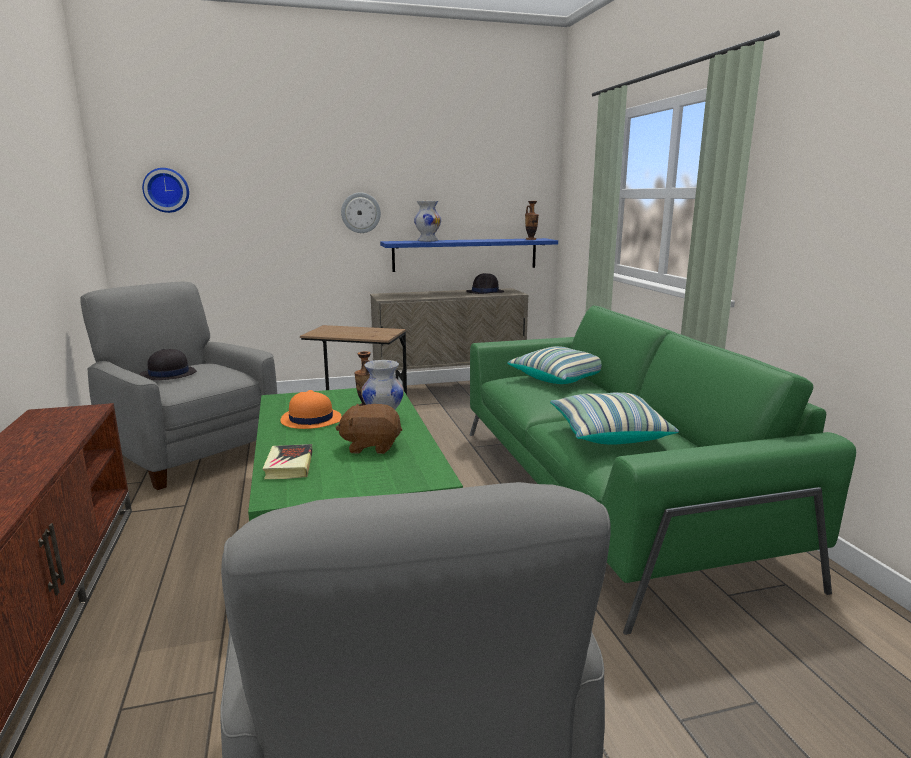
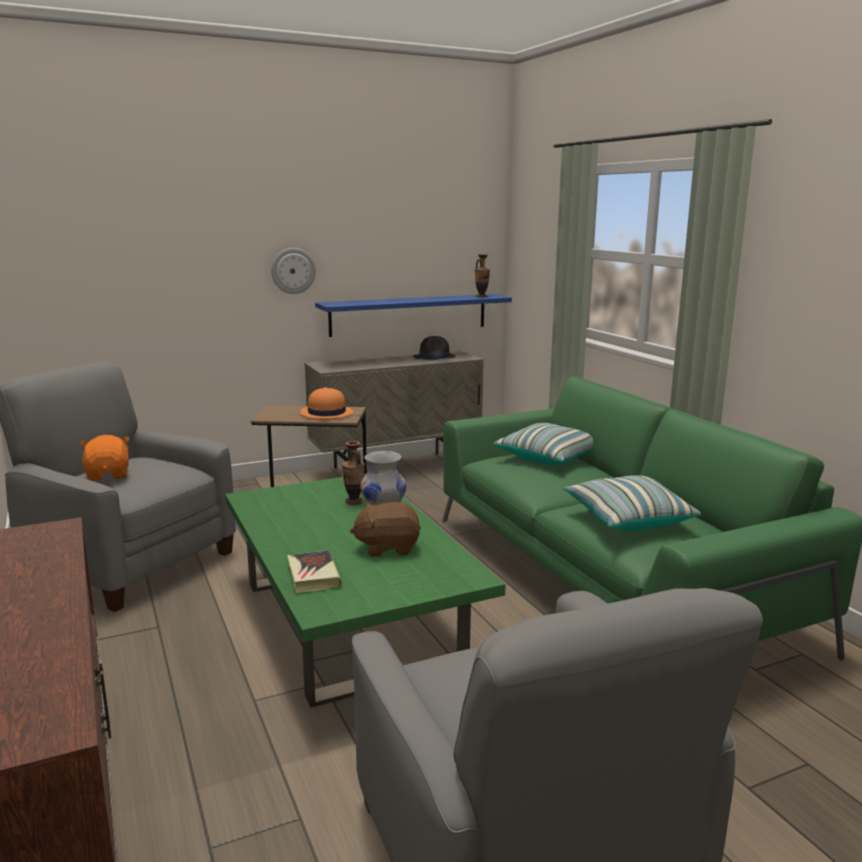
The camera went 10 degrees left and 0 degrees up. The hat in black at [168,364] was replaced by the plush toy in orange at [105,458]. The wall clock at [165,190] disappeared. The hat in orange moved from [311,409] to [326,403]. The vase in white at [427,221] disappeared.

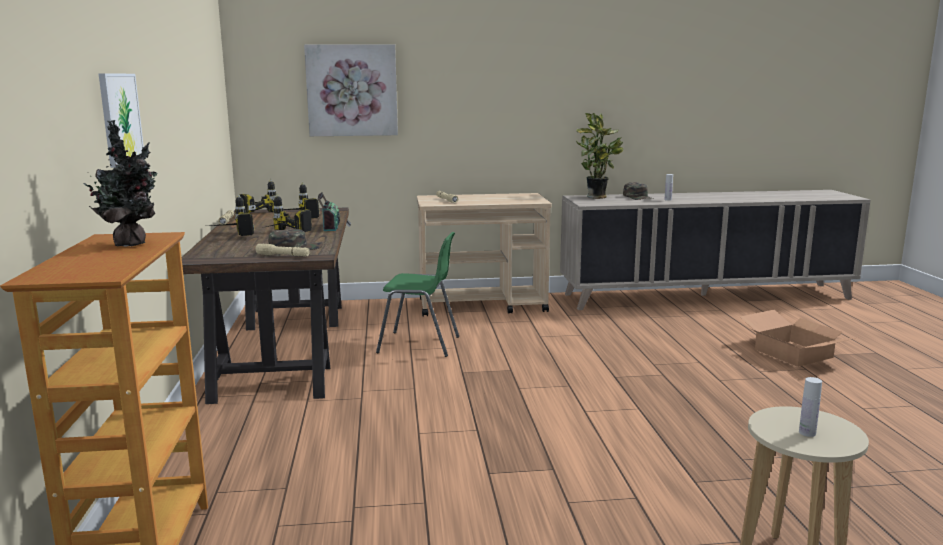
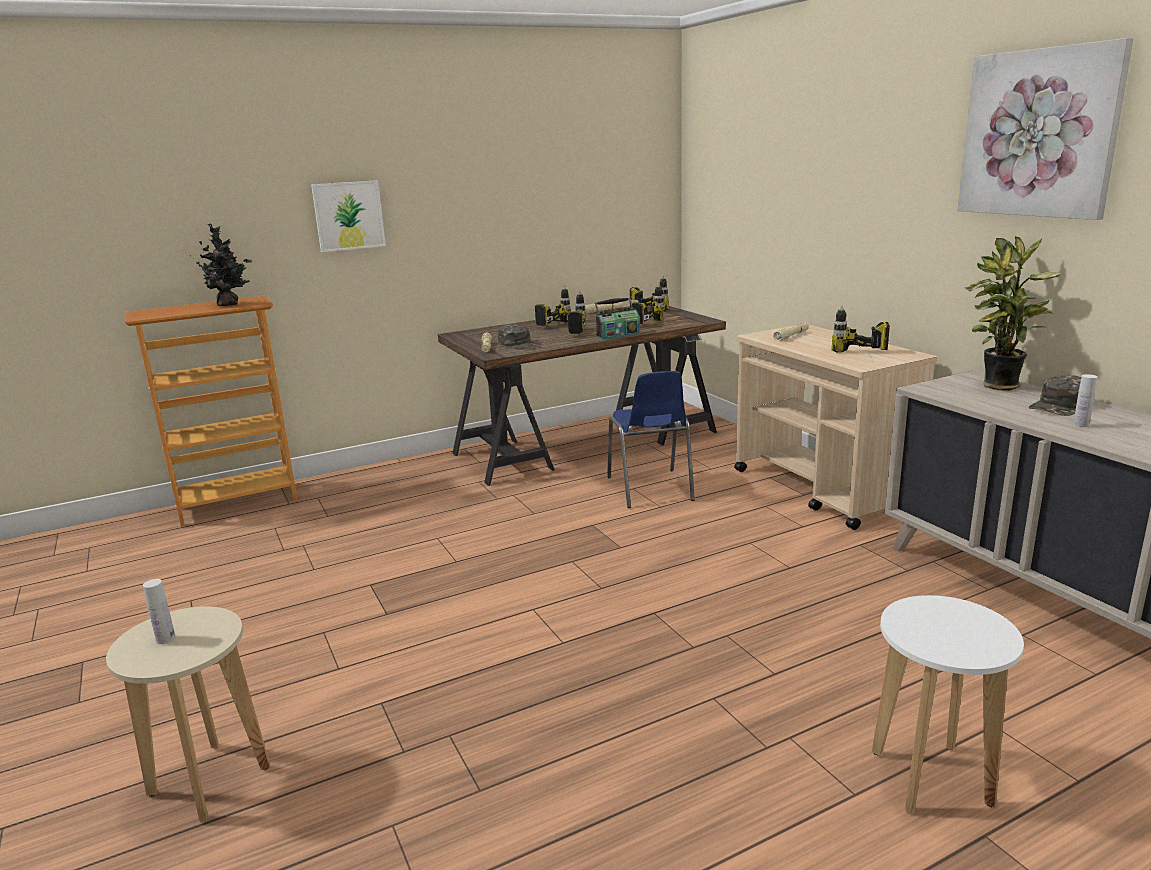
The camera went 70 degrees right and 5 degrees up. The picture moved from [351,90] to [1045,129]. The chair in green at [417,294] became the chair in blue at [651,439]. The cardboard box at [799,338] was replaced by the stool in white at [948,704]. The power drill at [860,329] appeared.

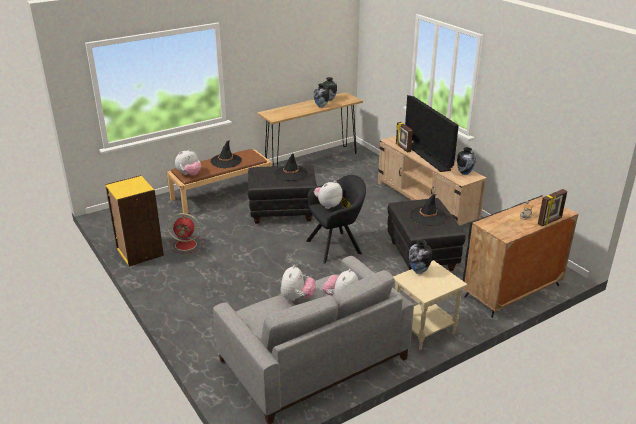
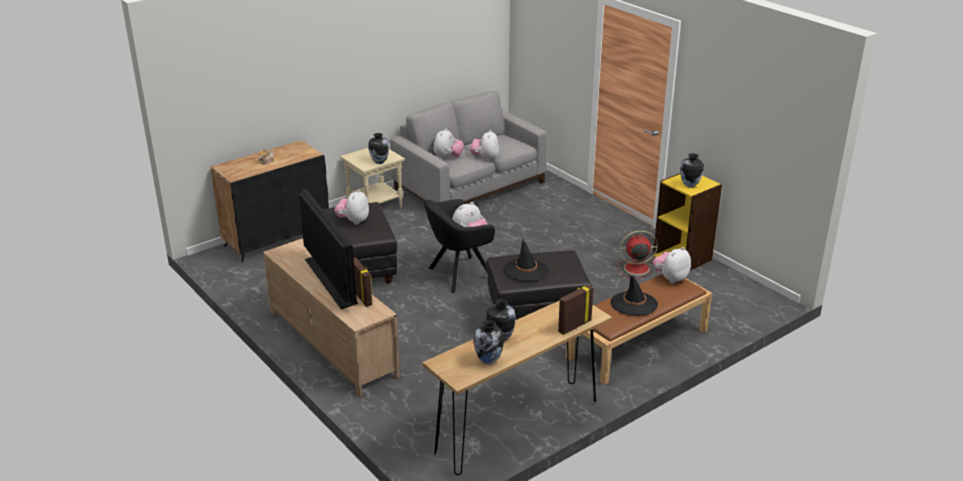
The camera went 175 degrees right and 0 degrees up. The hat in black at [428,210] was replaced by the plush toy at [351,207]. The vase moved from [466,161] to [692,170]. The picture frame moved from [552,207] to [576,310].

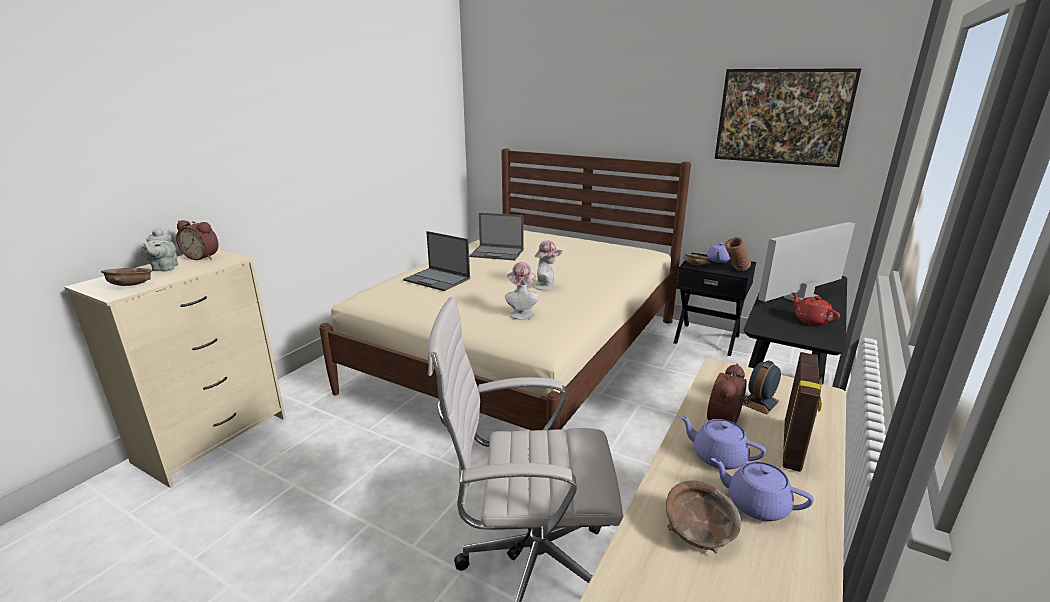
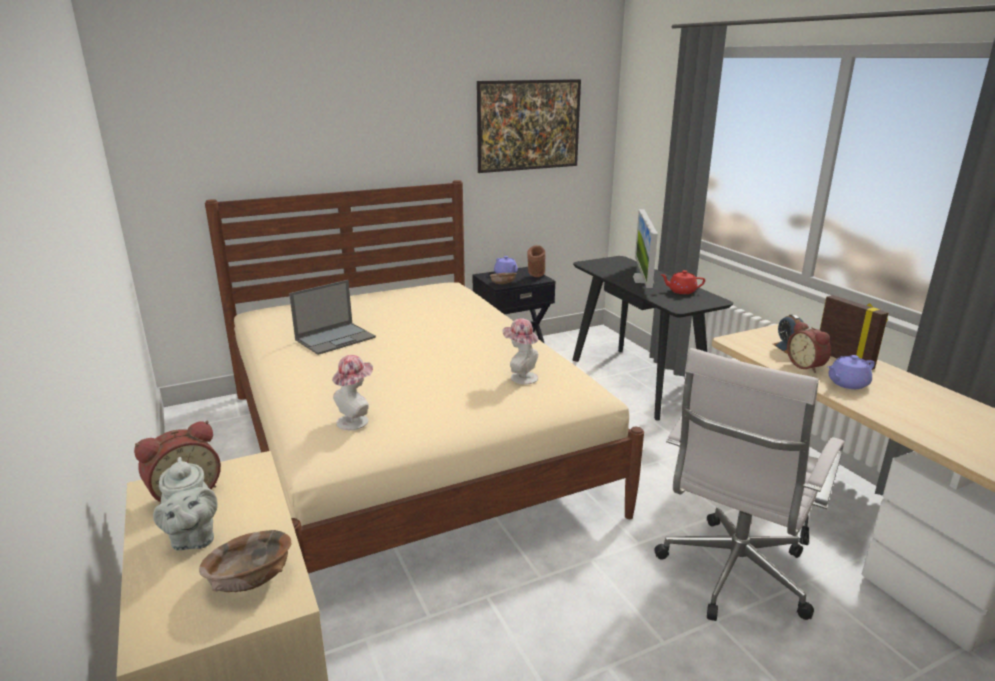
The camera went 55 degrees left and 0 degrees up. The teapot in grey at [159,249] turned 45 degrees clockwise. The laptop at [436,261] disappeared. The hat moved from [547,265] to [352,392]. The bowl in brown at [703,516] disappeared. The teapot in purple at [762,489] disappeared.

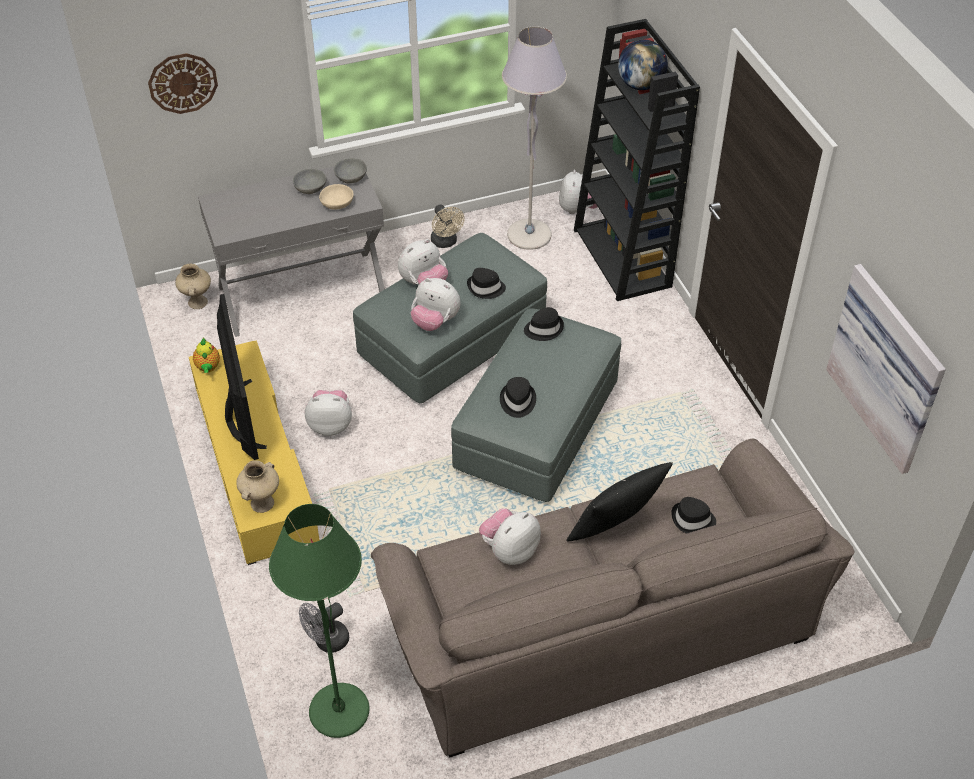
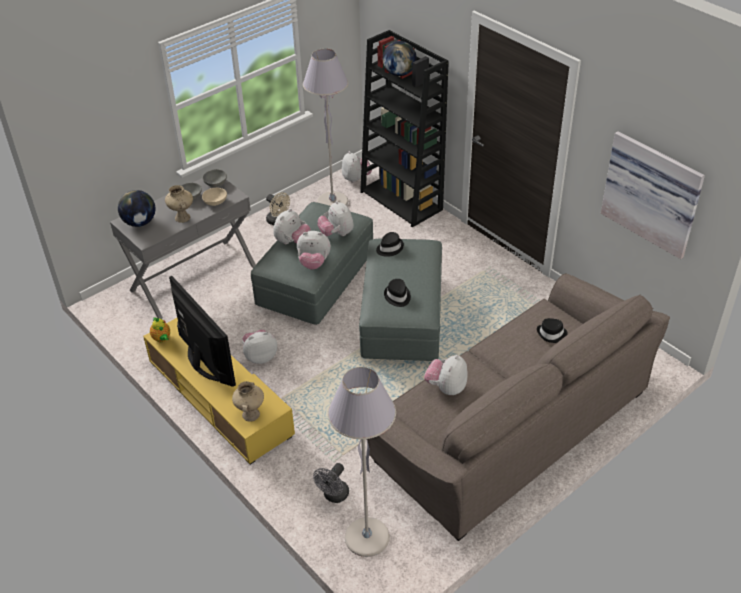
The camera went 20 degrees left and 5 degrees down. The wall clock at [183,83] disappeared. The vase in beige moved from [193,286] to [179,204]. The floor lamp in green at [319,621] became the floor lamp in grey at [362,462]. The hat in black at [486,283] was replaced by the plush toy at [336,218]. The pillow in black at [620,501] disappeared. The globe at [136,208] appeared.

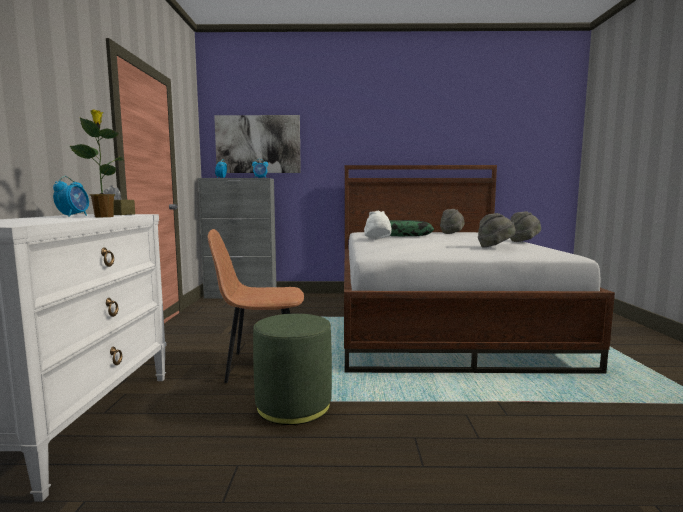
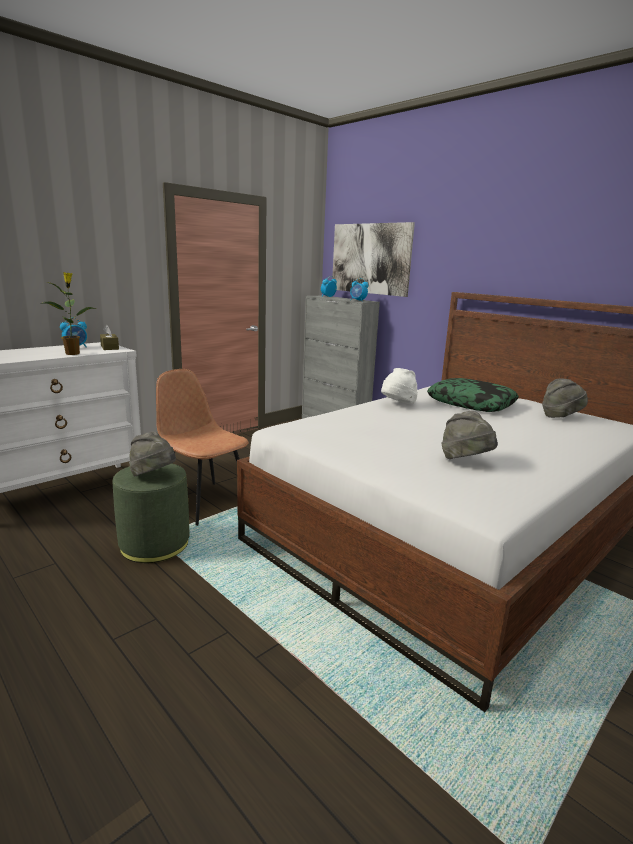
The camera went 45 degrees right and 10 degrees up. The hat in grey moved from [525,226] to [152,453].

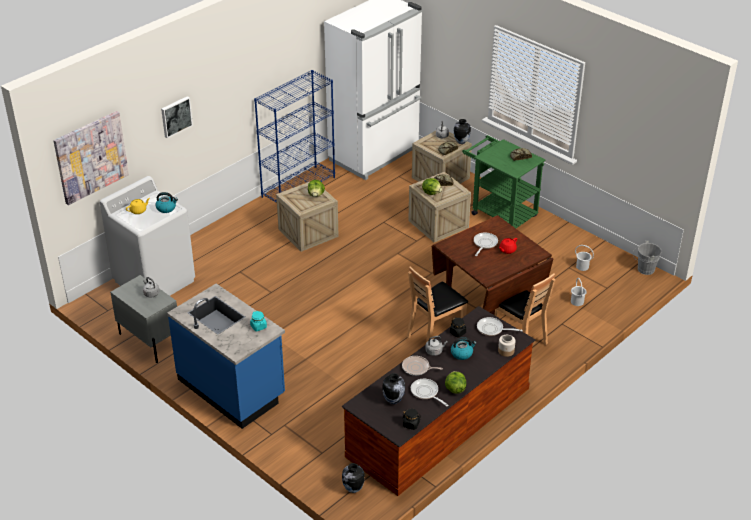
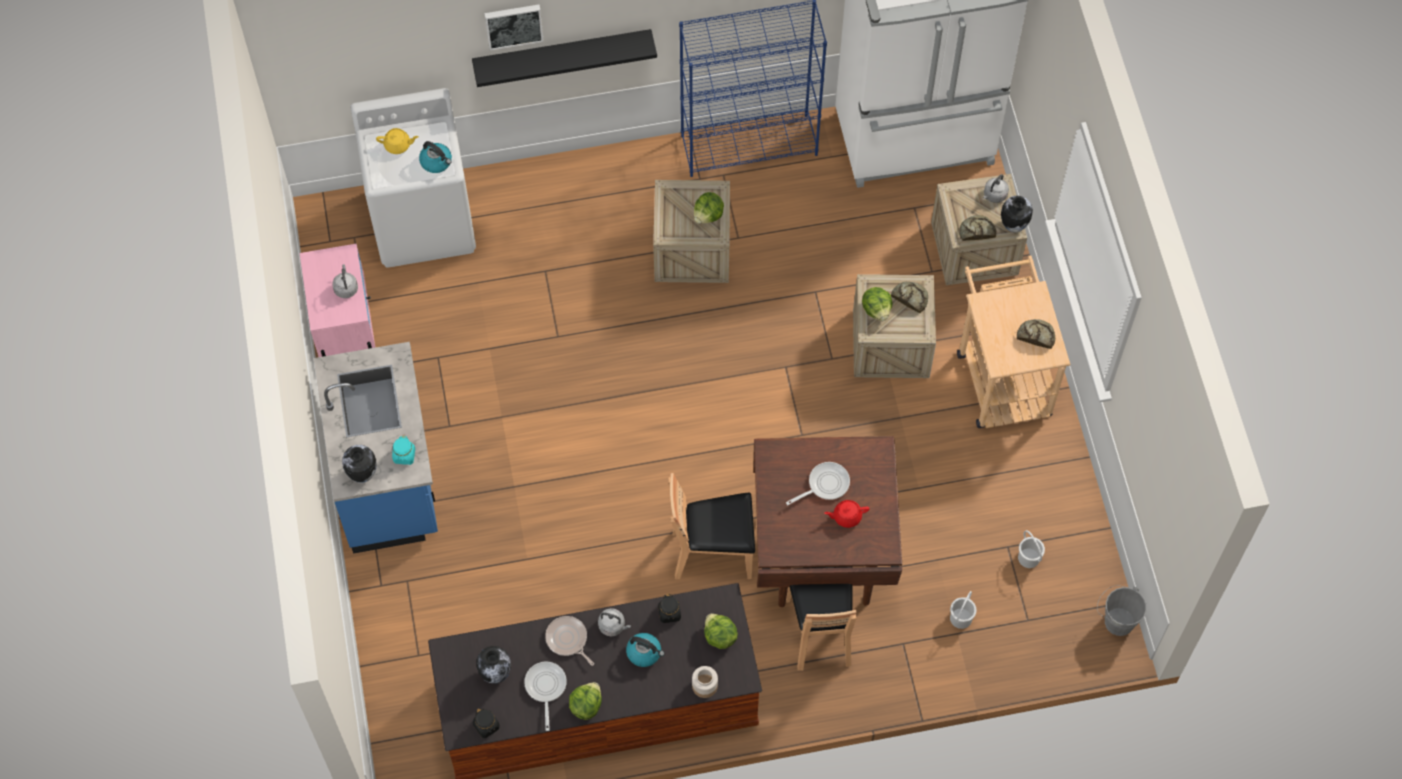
The camera went 35 degrees right and 25 degrees up. The picture at [91,158] disappeared. The nightstand in grey at [143,319] became the nightstand in pink at [337,300]. The vase moved from [353,478] to [359,464]. The cart in green at [503,181] became the cart in beige at [1013,342]. The frying pan at [500,326] was replaced by the lettuce at [721,631]. The shelf in black at [564,58] appeared.

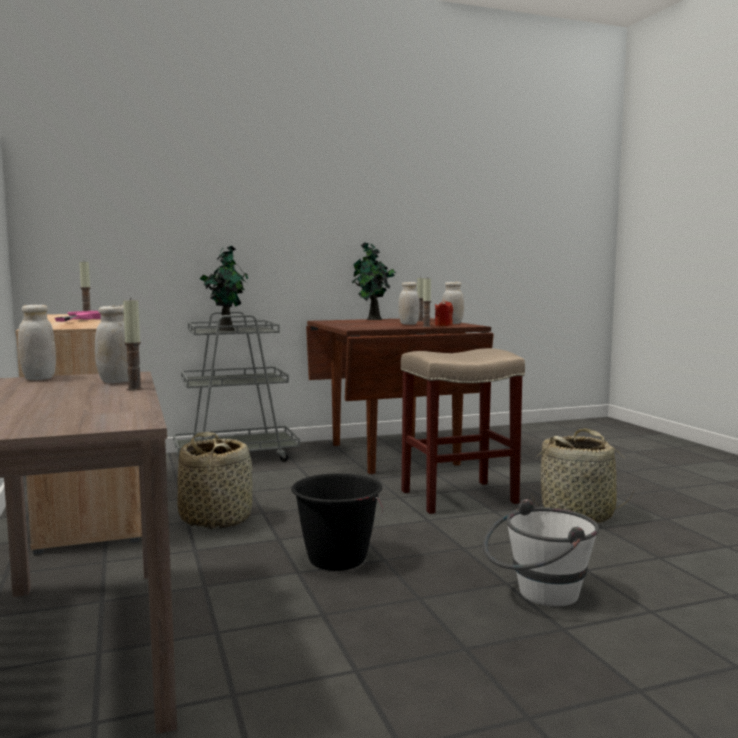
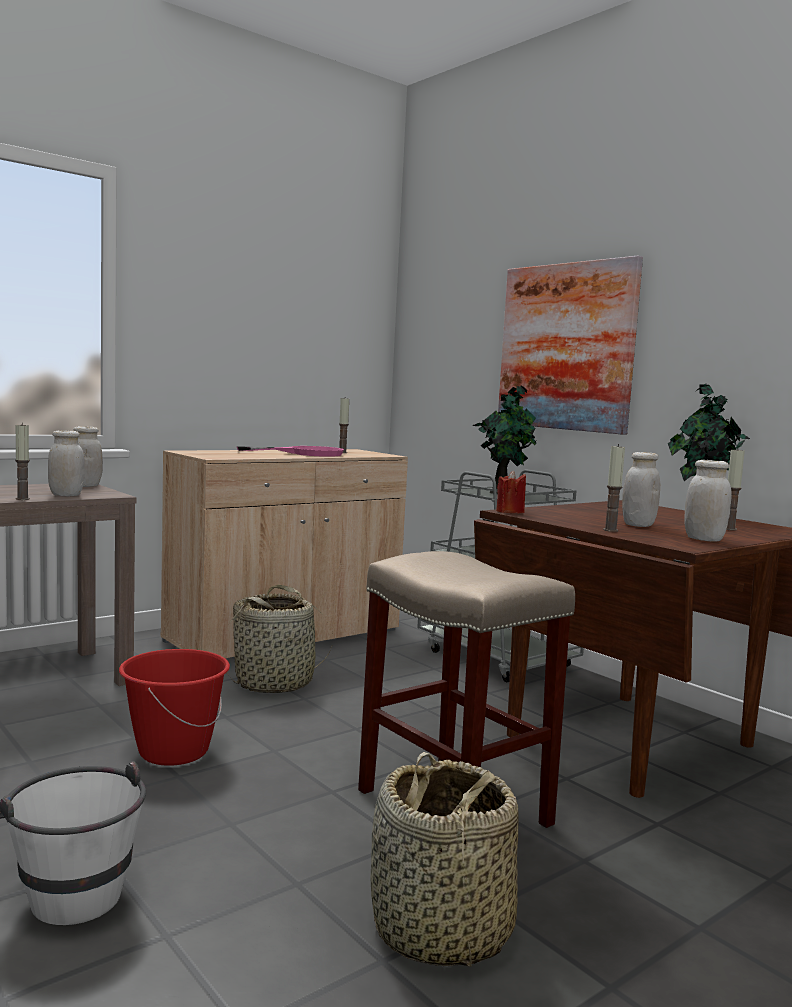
The camera went 70 degrees right and 0 degrees up. The bucket in black at [337,522] became the bucket in red at [174,707]. The candle in red moved from [444,313] to [511,492]. The picture at [570,345] appeared.

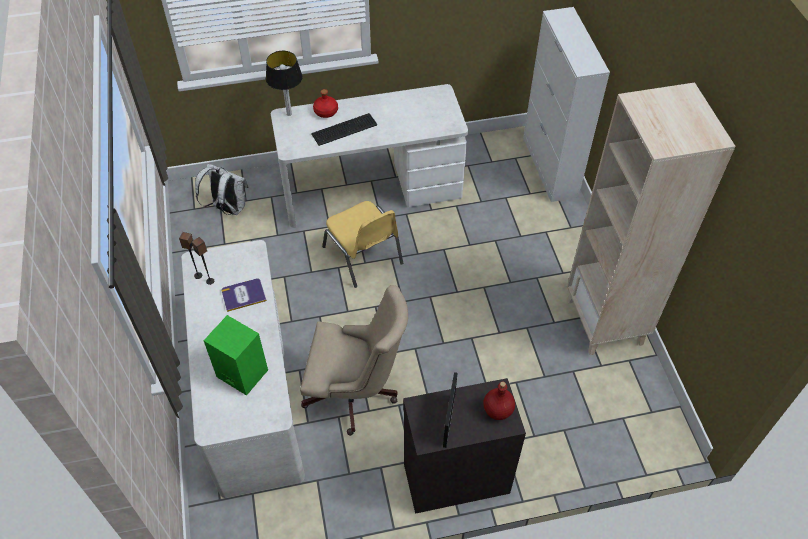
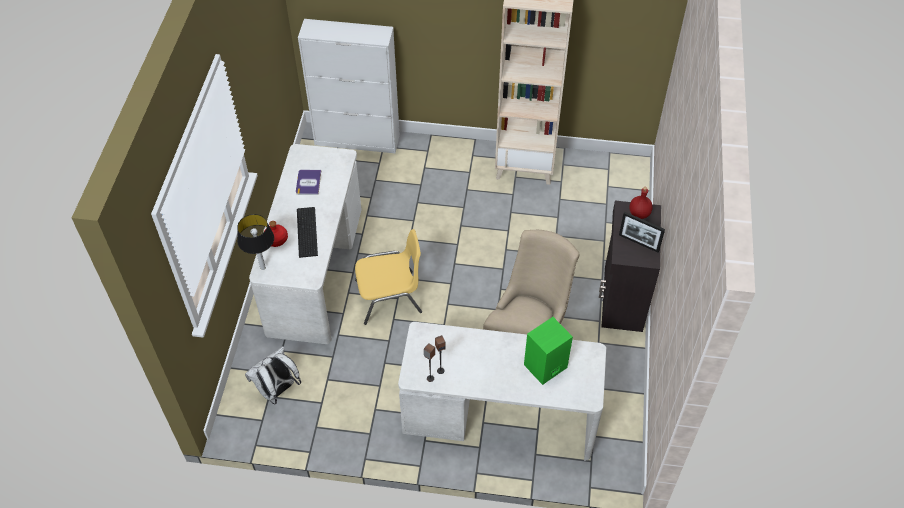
The camera went 70 degrees left and 0 degrees up. The book moved from [244,295] to [308,182].

